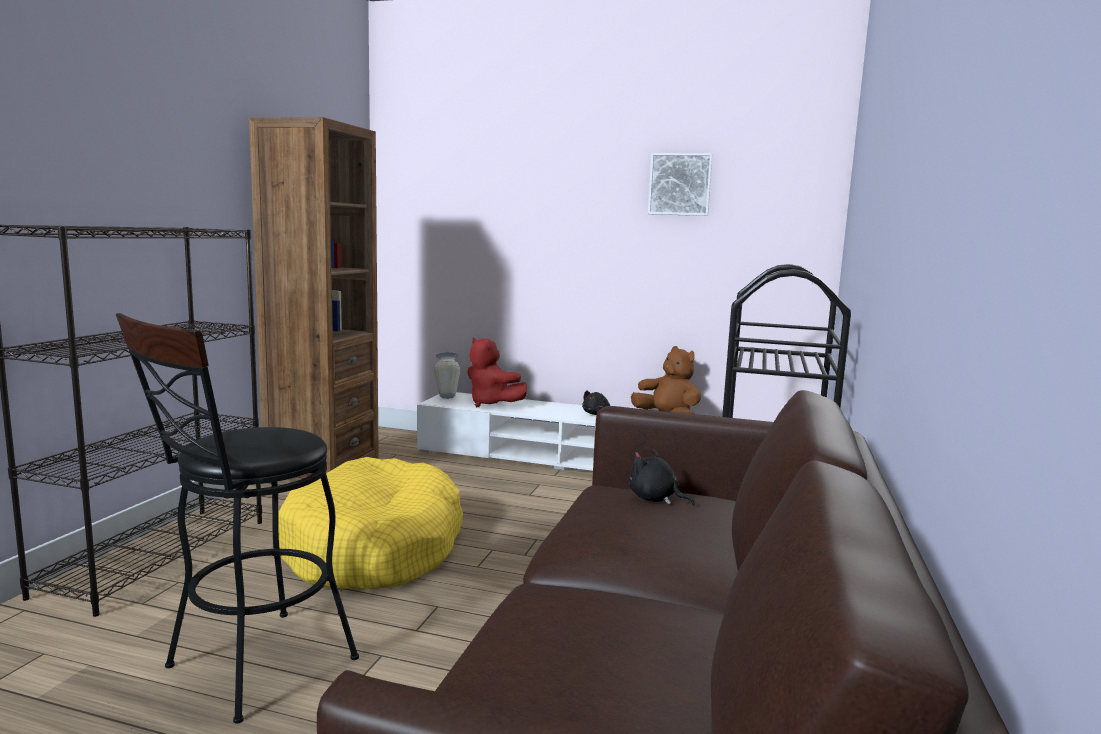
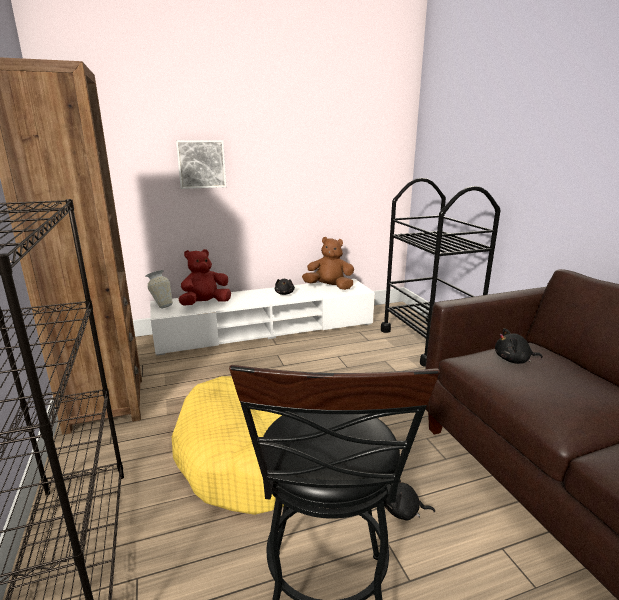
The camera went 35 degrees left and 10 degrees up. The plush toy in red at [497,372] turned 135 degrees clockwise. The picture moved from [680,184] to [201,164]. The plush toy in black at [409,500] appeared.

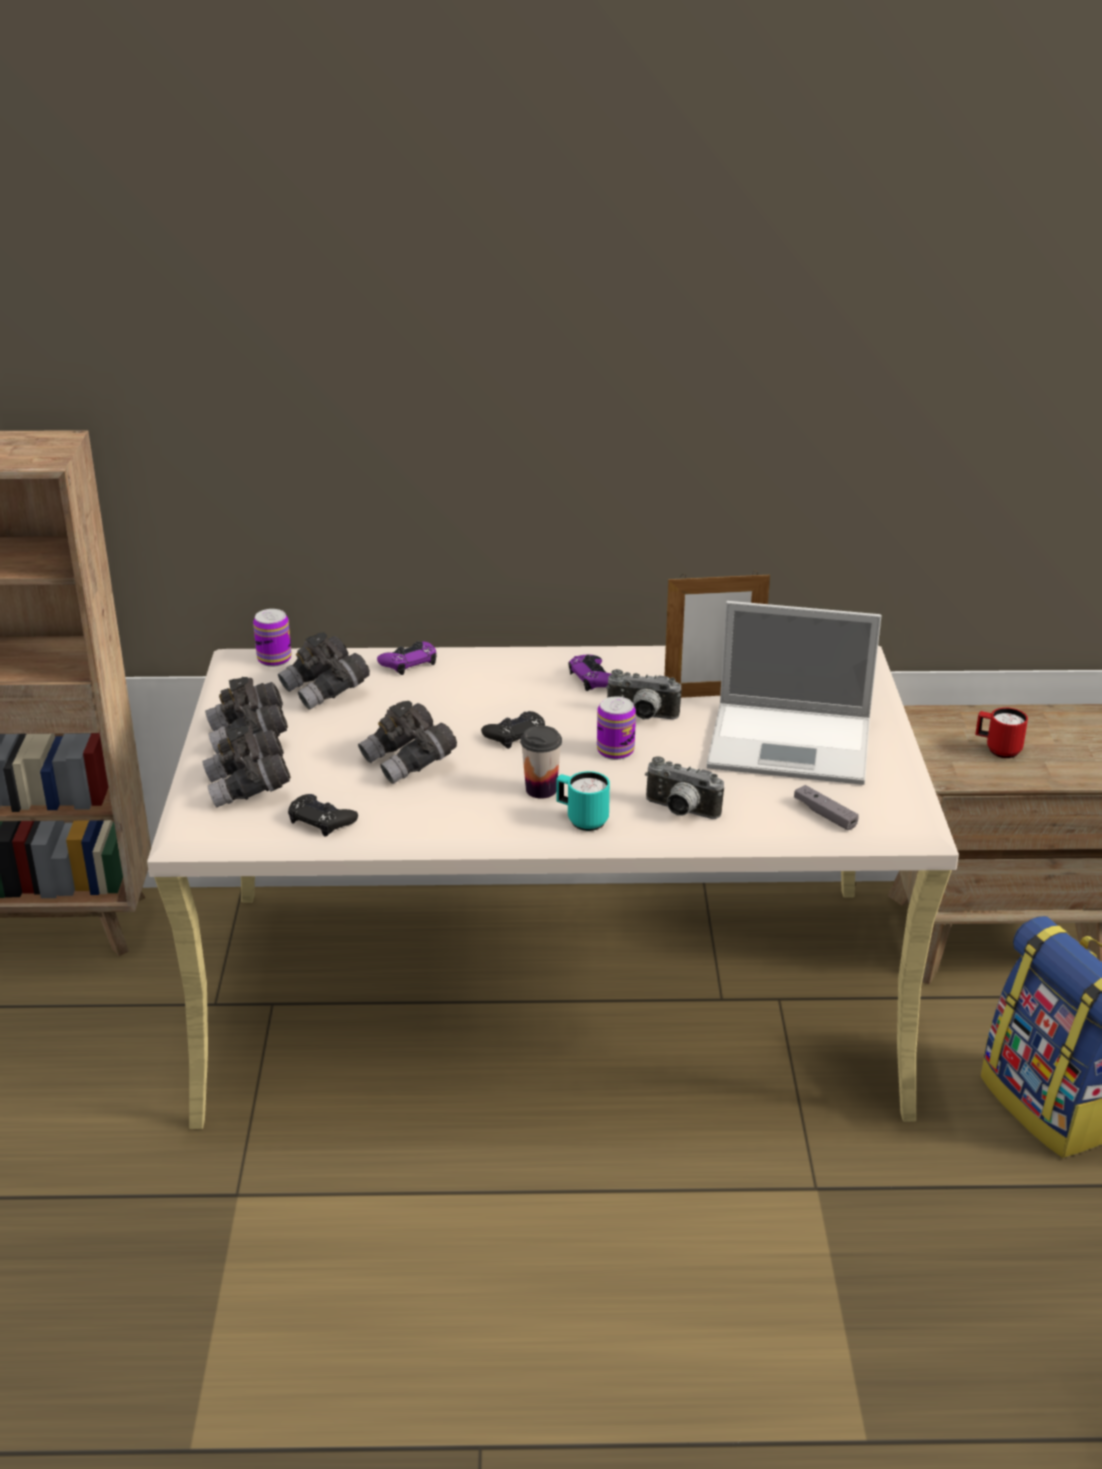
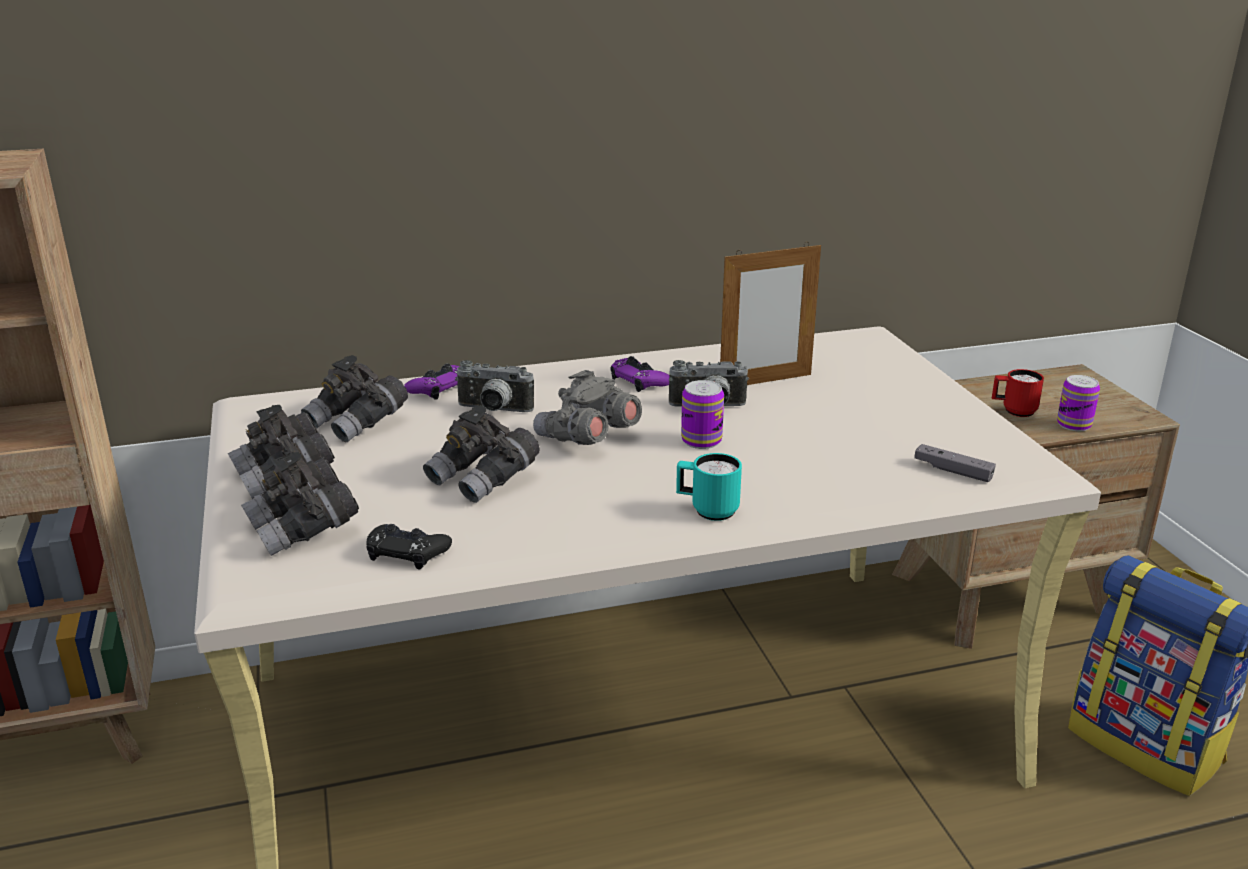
The camera went 15 degrees left and 5 degrees down. The can moved from [272,638] to [1078,403]. The game controller in black at [513,730] was replaced by the binoculars in grey at [587,407]. The cup at [541,762] disappeared. The photo camera moved from [684,787] to [494,386]. The laptop at [794,693] disappeared.

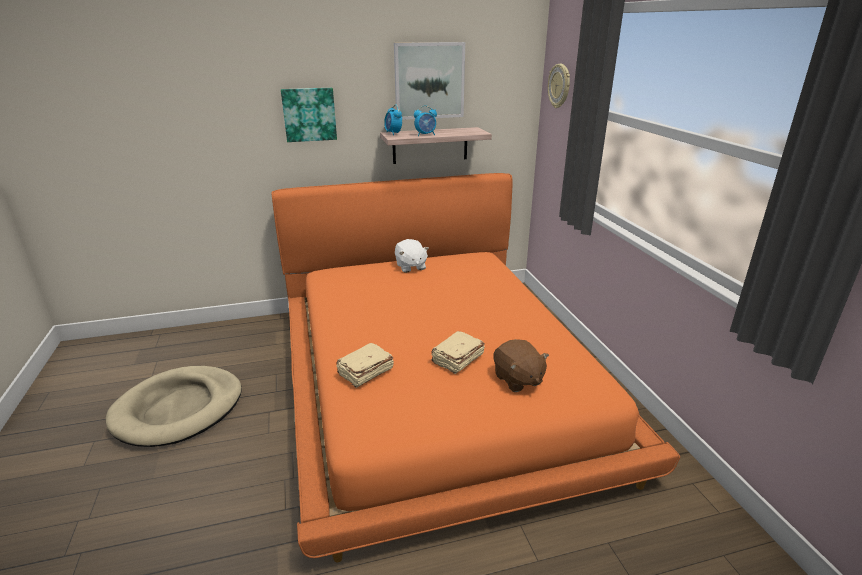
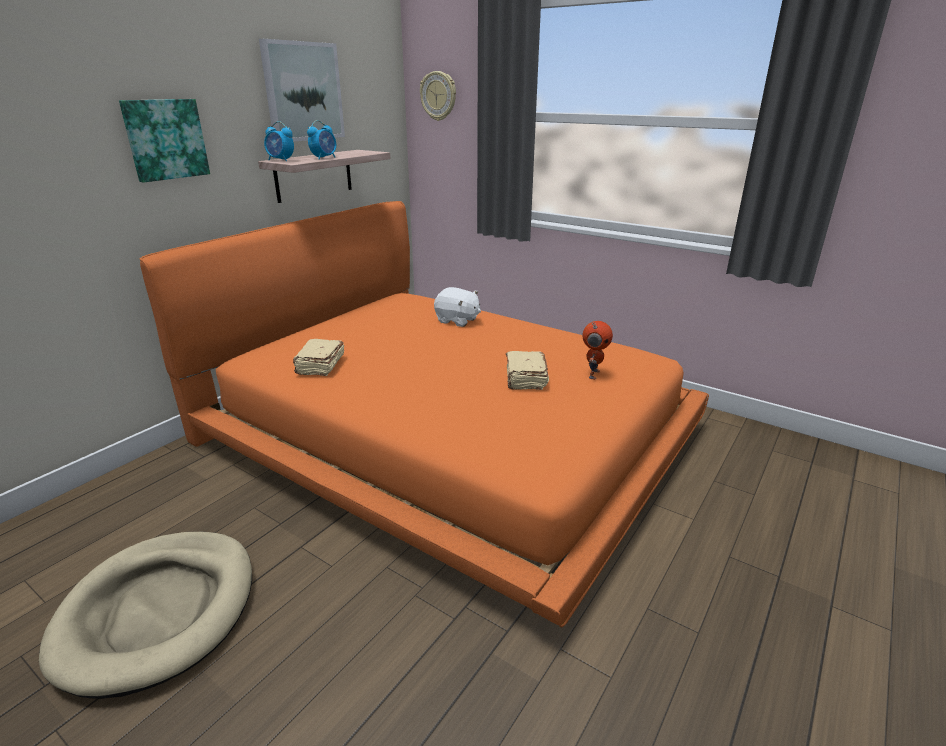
The camera went 40 degrees left and 0 degrees up. The book in beige moved from [365,365] to [318,357]. The plush toy in white moved from [412,256] to [457,307]. The plush toy in brown at [521,365] was replaced by the toy robot at [598,350].

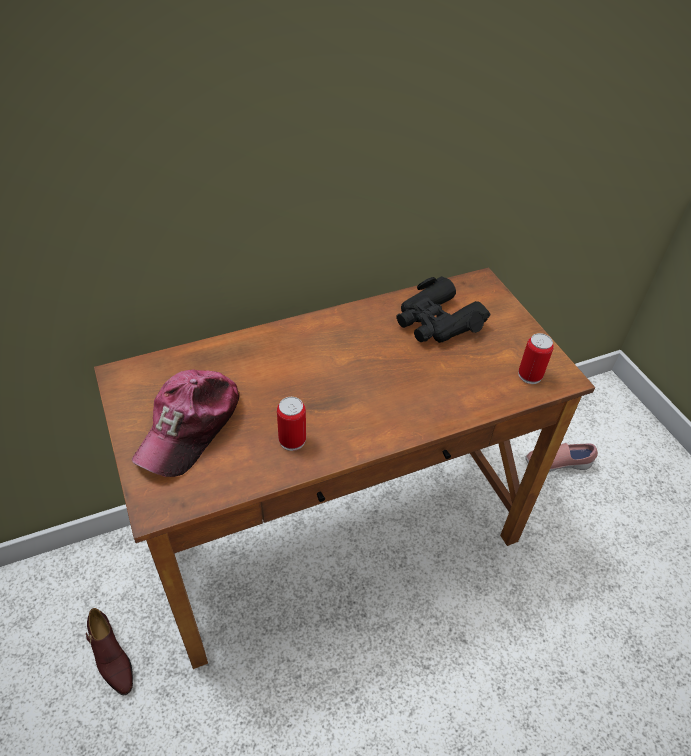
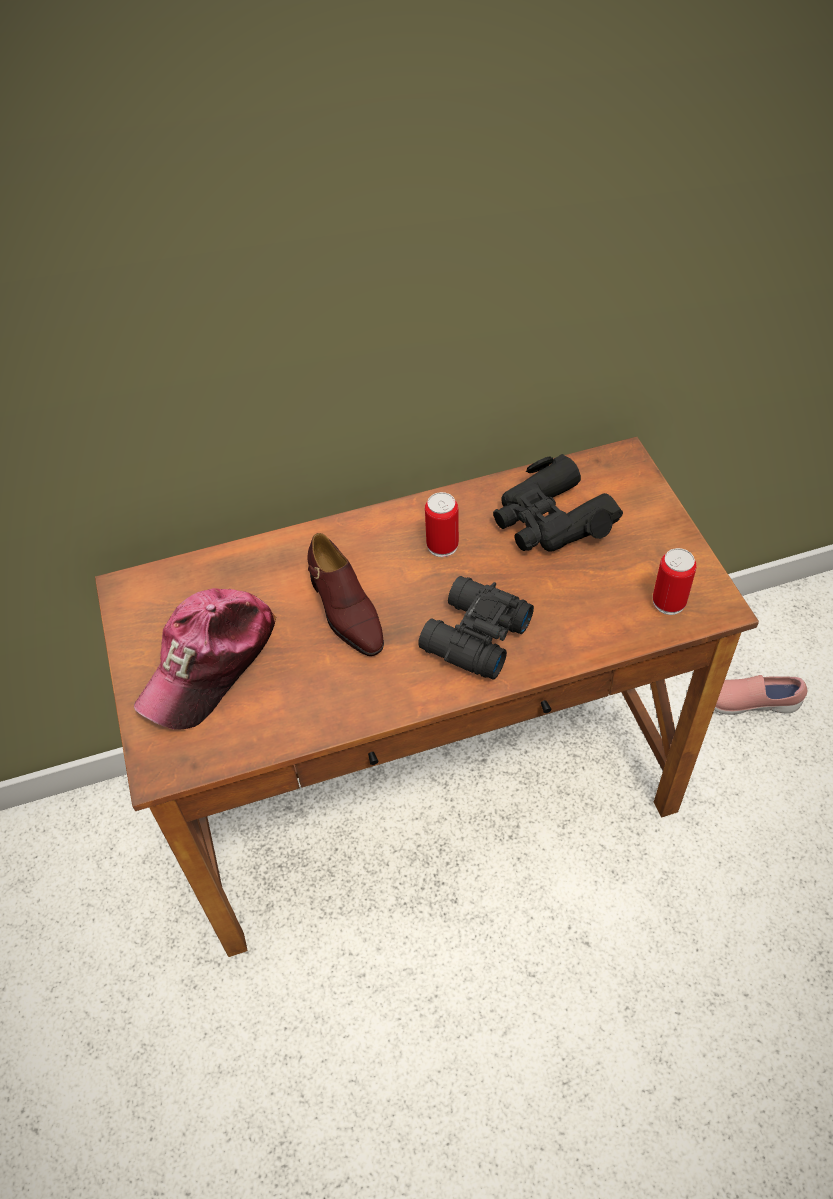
The camera went 10 degrees right and 5 degrees up. The shoe in brown moved from [109,651] to [345,594]. The can moved from [291,424] to [442,524]. The binoculars in black at [476,628] appeared.

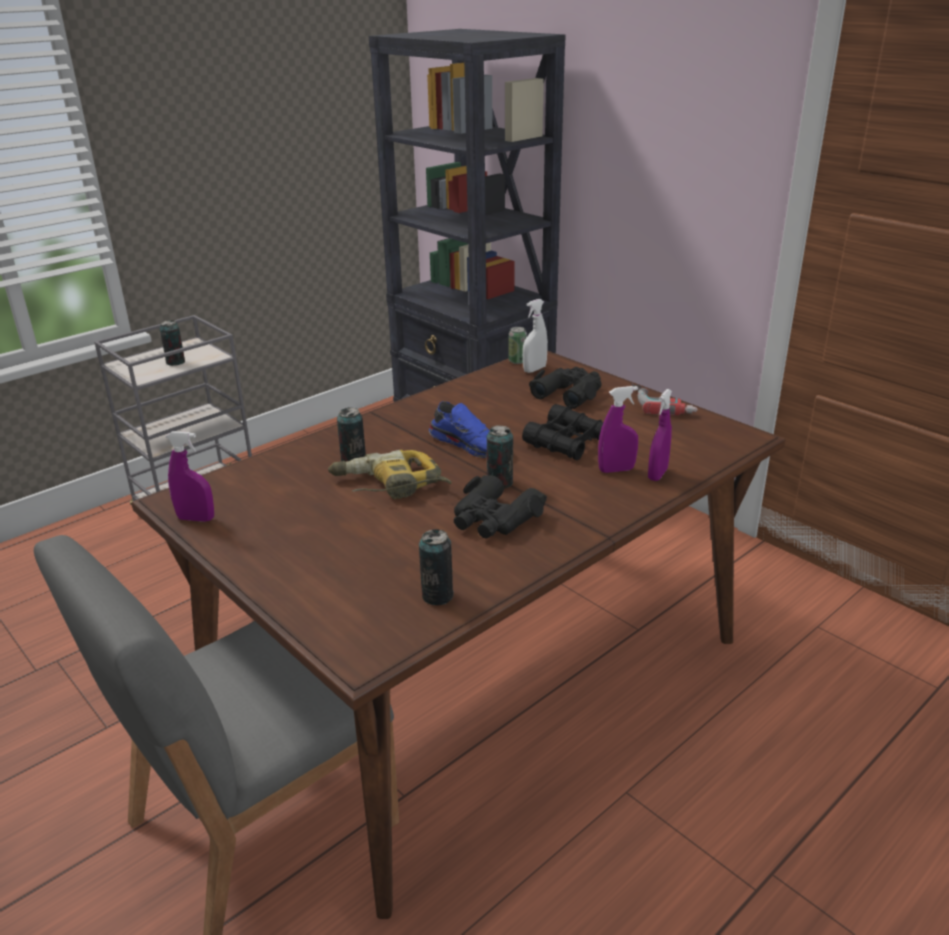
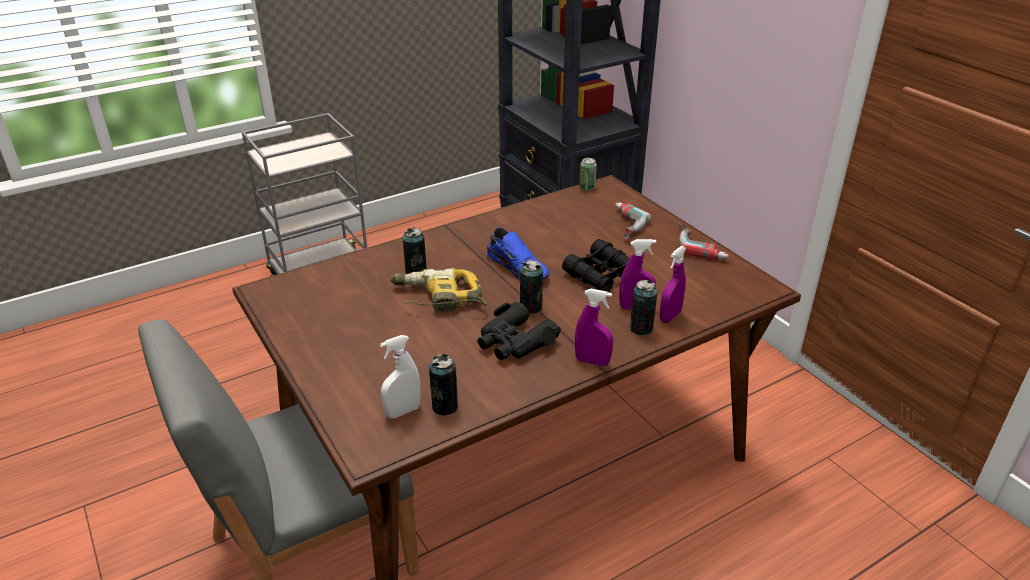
The camera went 10 degrees right and 5 degrees up. The can moved from [172,343] to [643,307]. The spray bottle in purple moved from [190,476] to [594,327]. The spray bottle in white moved from [535,336] to [400,376]. The binoculars in black at [565,388] was replaced by the power drill at [633,221].

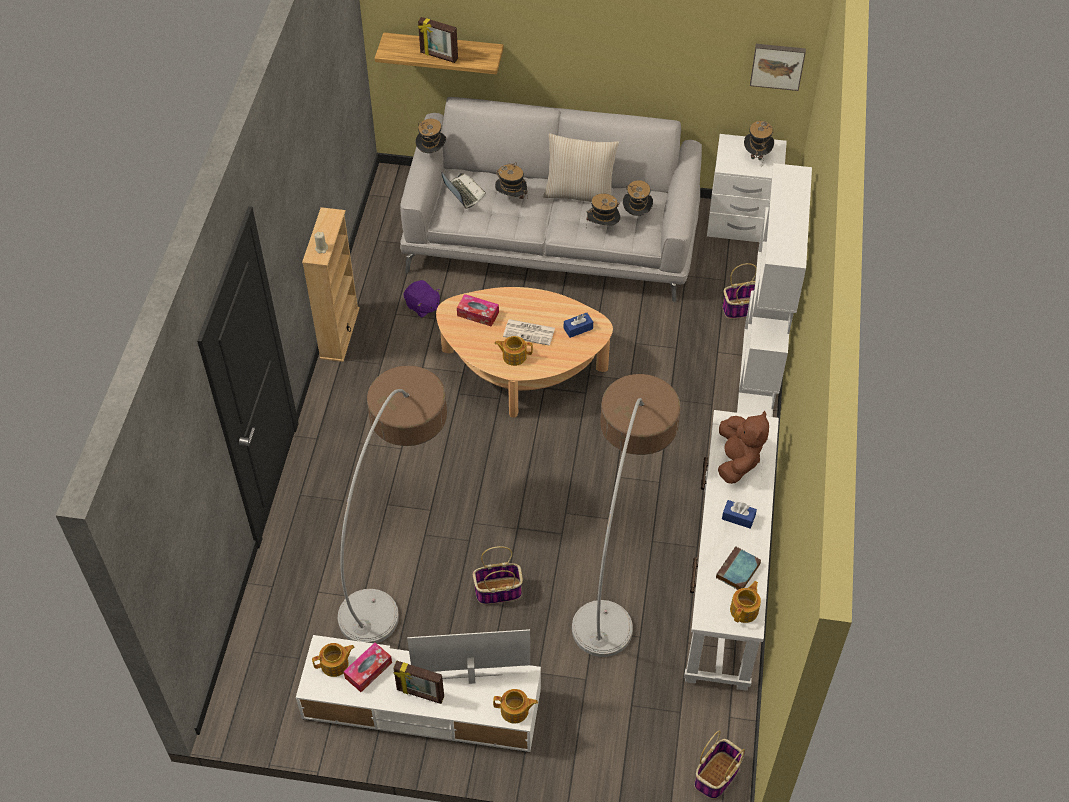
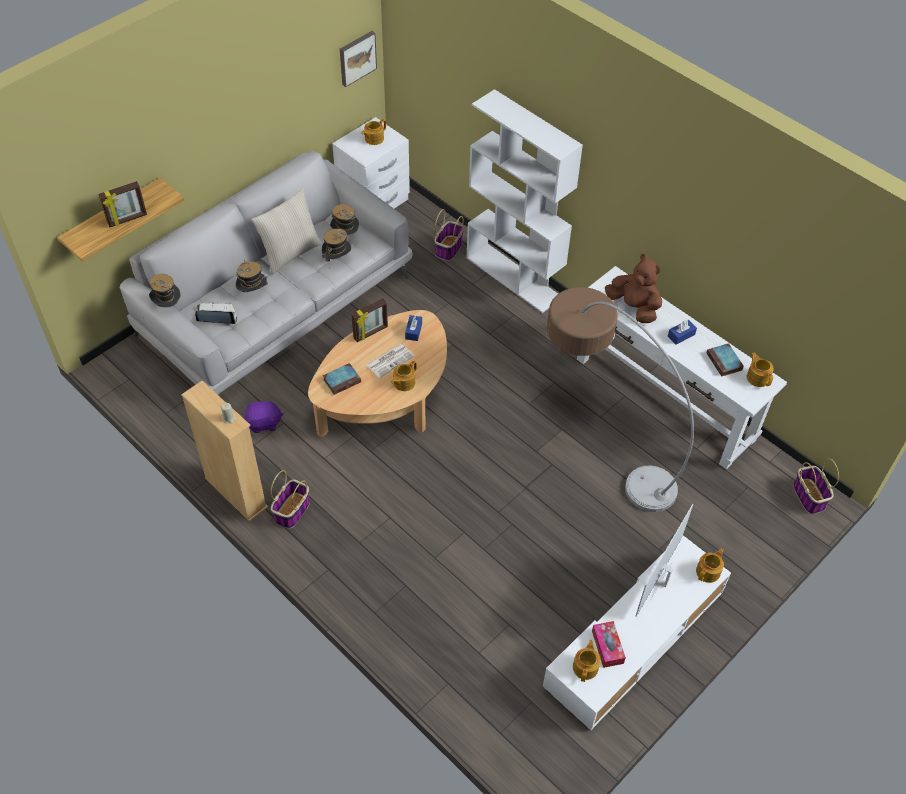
The camera went 55 degrees left and 0 degrees up. The floor lamp at [392,504] disappeared. The picture frame moved from [418,682] to [370,320]. The tissue box at [478,310] was replaced by the book at [342,379]. The basket moved from [498,575] to [290,499]. The hat at [759,140] was replaced by the teapot at [373,132].

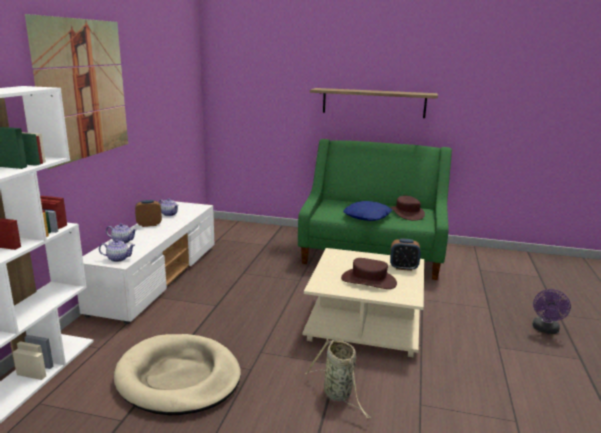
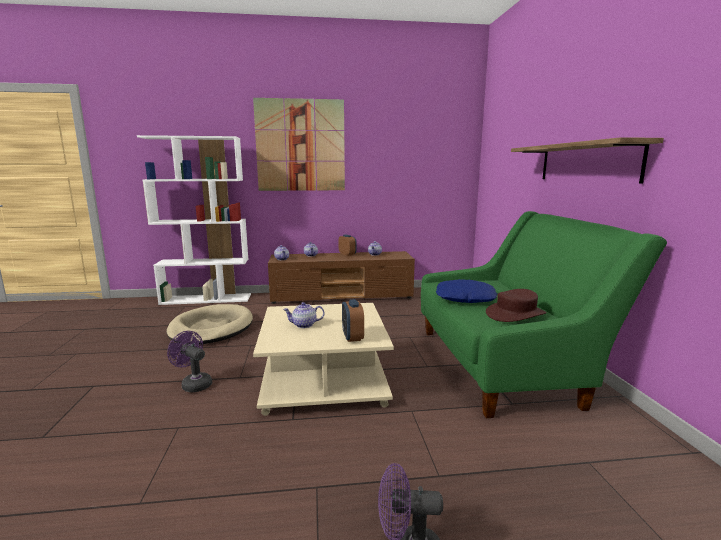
The camera went 70 degrees right and 5 degrees down. The tv stand in white at [146,262] became the tv stand in brown at [341,277]. The basket at [338,379] was replaced by the fan in purple at [189,362]. The hat in brown at [369,273] was replaced by the teapot at [303,315].

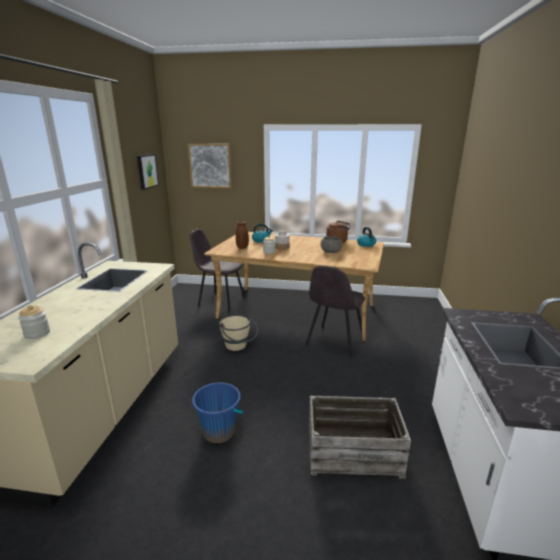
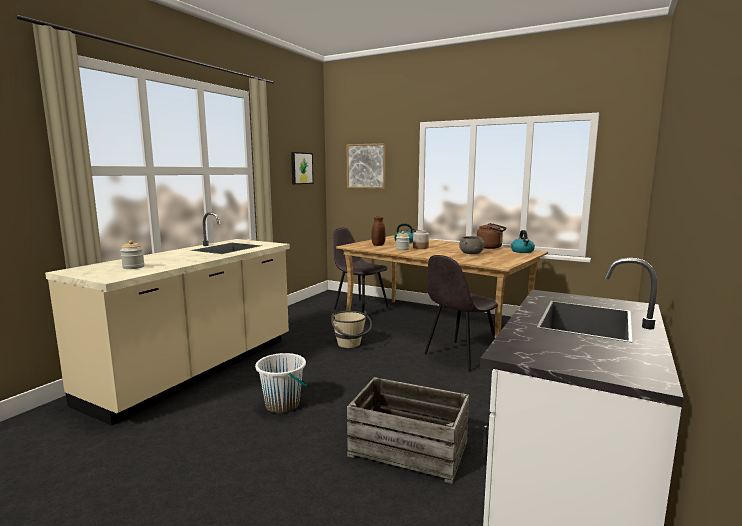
The camera went 20 degrees right and 10 degrees down. The bucket in blue at [217,412] became the bucket in white at [281,383].

